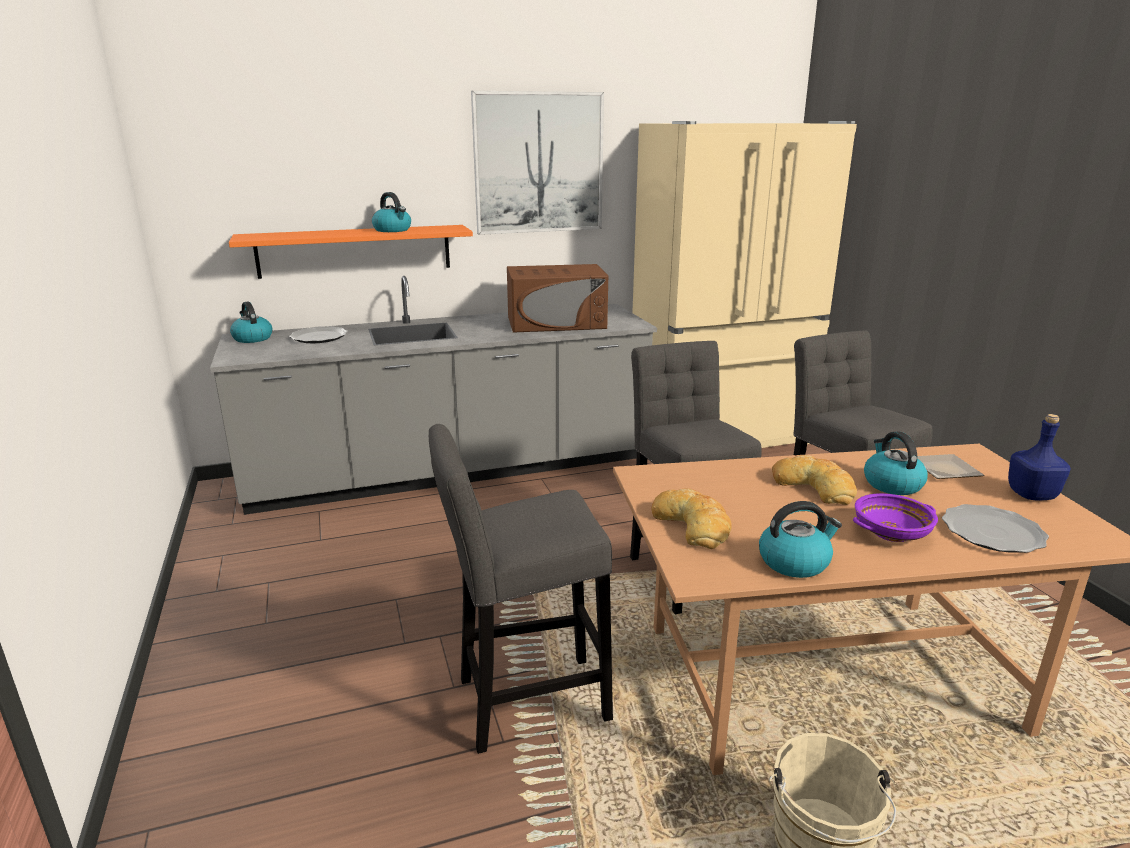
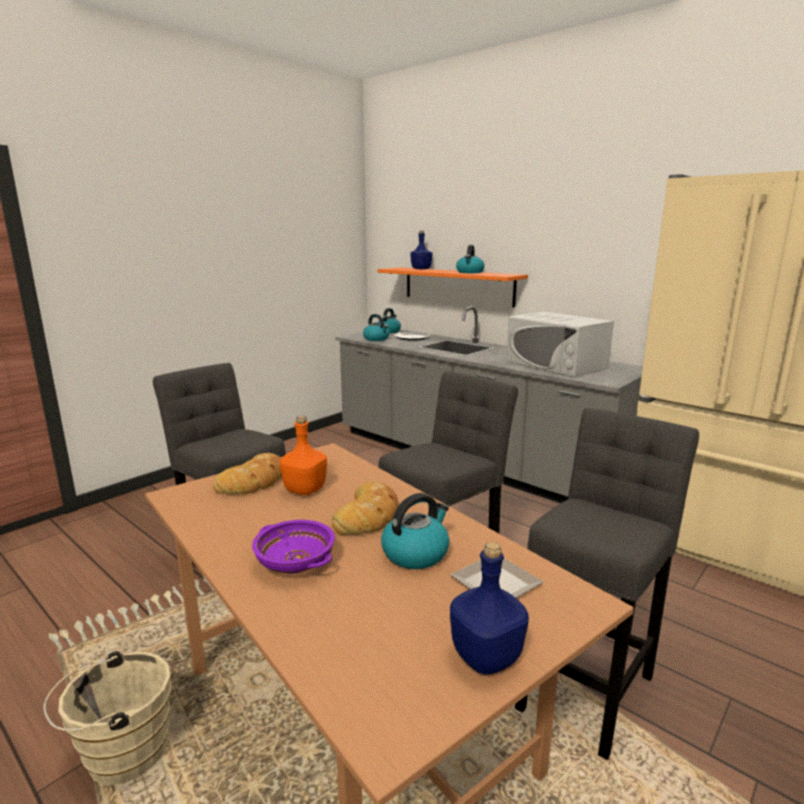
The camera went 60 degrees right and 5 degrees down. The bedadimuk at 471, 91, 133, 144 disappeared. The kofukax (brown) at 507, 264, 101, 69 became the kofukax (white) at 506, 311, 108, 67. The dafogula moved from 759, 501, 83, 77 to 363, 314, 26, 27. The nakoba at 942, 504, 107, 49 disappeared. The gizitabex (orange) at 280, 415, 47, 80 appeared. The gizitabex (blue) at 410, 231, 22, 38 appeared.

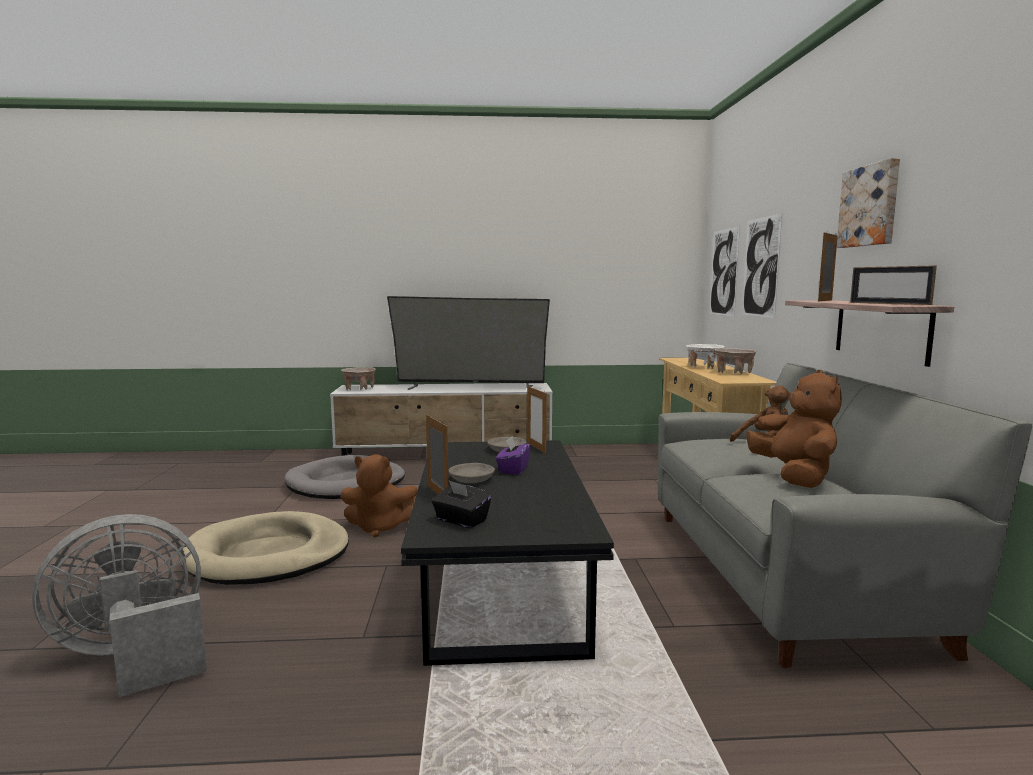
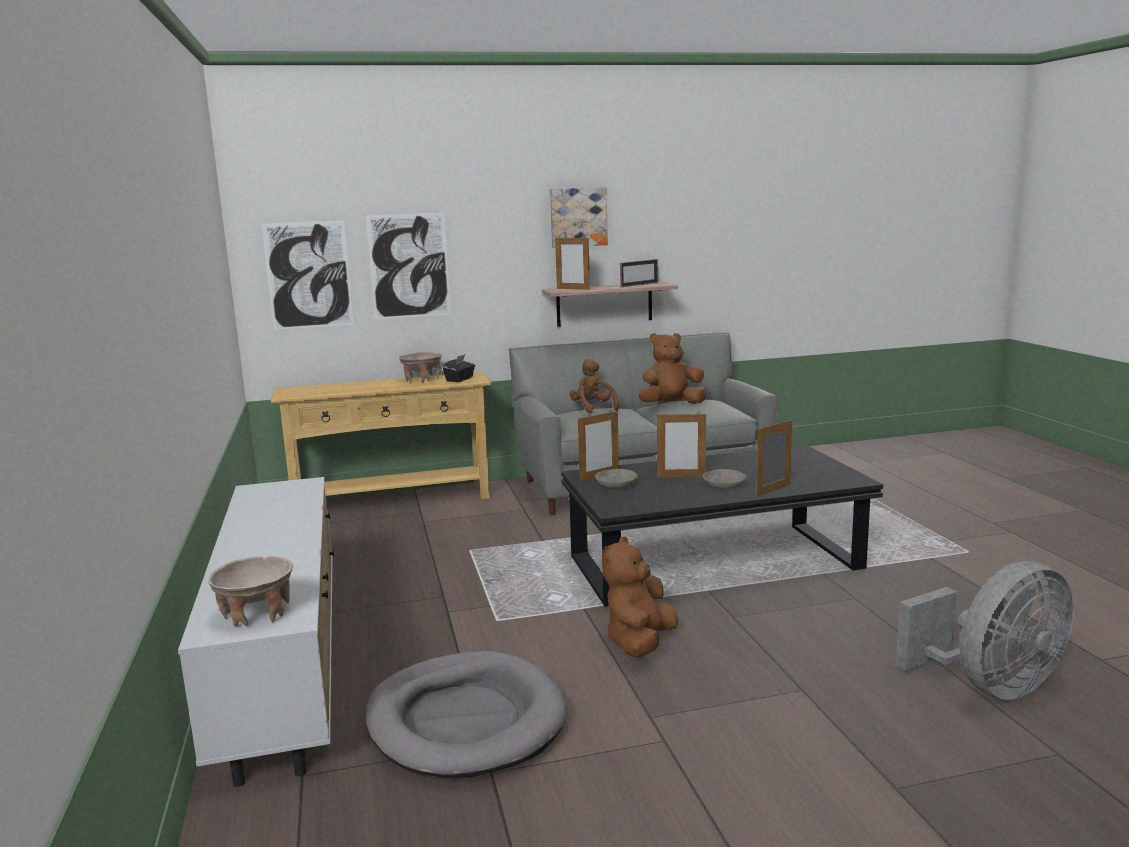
The camera went 100 degrees left and 5 degrees up. The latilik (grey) at 32, 514, 175, 183 turned 75 degrees counterclockwise. The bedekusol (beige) at 179, 511, 170, 74 disappeared. The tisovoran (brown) at 340, 454, 78, 84 turned 150 degrees counterclockwise. The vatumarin at 387, 296, 163, 94 disappeared. The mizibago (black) moved from 432, 480, 59, 48 to 443, 355, 32, 27. The mizibago (purple) at 496, 436, 35, 39 was replaced by the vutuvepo at 657, 412, 49, 65. The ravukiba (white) at 686, 344, 39, 25 disappeared.

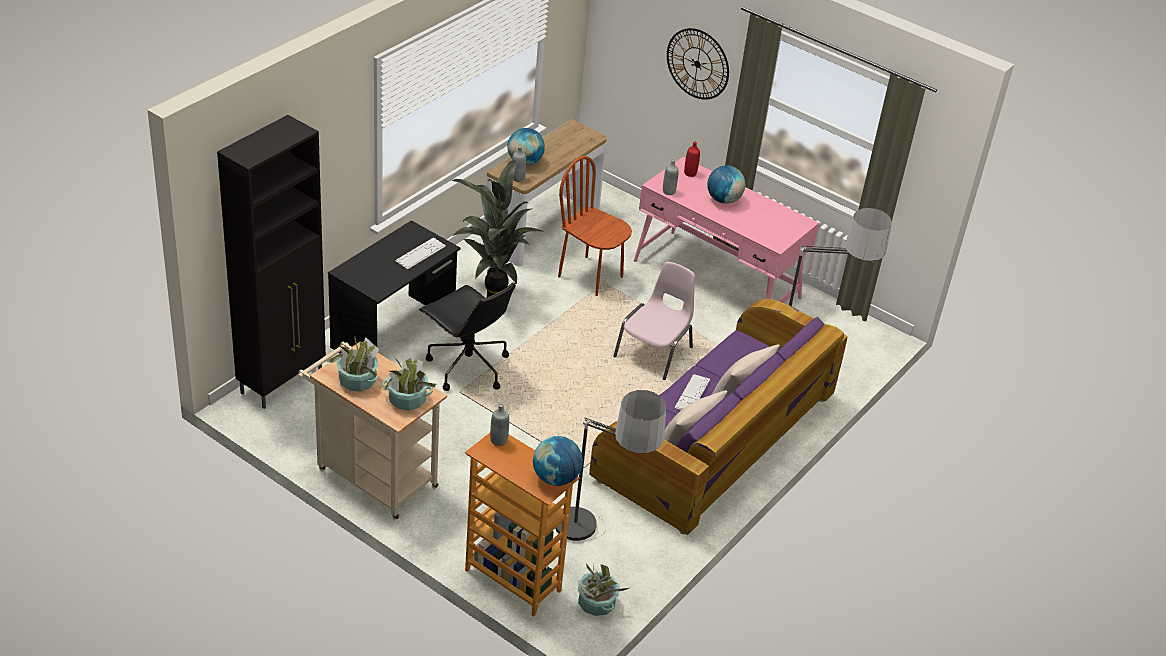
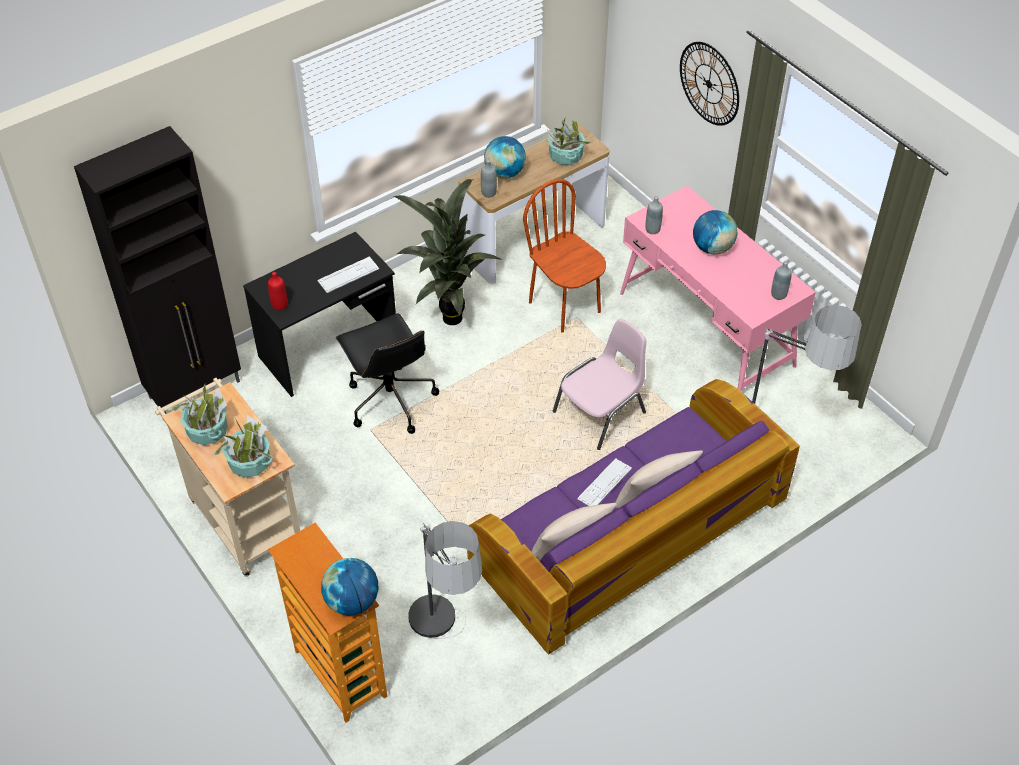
The camera went 20 degrees right and 10 degrees up. The gizitabex (grey) moved from 490, 404, 19, 42 to 771, 261, 21, 39. The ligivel moved from 577, 563, 52, 53 to 547, 119, 45, 46. The gizitabex (red) moved from 684, 141, 16, 36 to 268, 272, 20, 38.

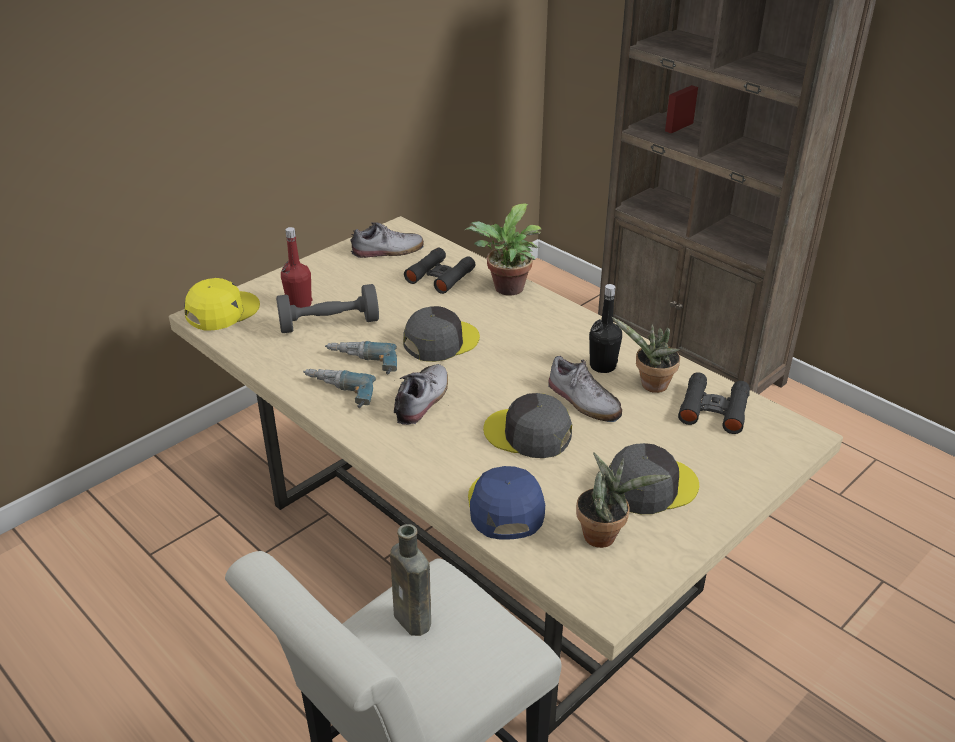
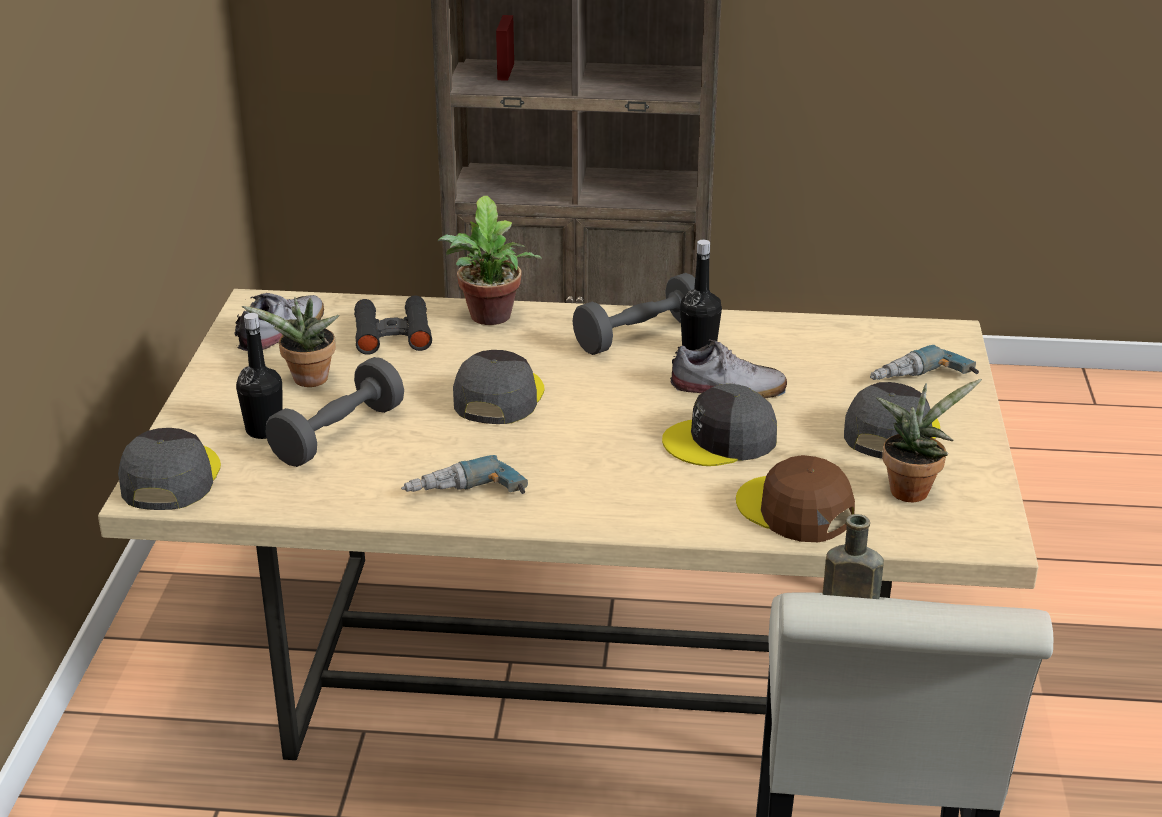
The camera went 40 degrees left and 5 degrees down. The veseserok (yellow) at 184, 278, 76, 53 became the veseserok (grey) at 118, 428, 103, 82. The gizitabex (red) at 281, 227, 31, 81 became the gizitabex (black) at 236, 313, 47, 126. The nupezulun moved from 325, 341, 72, 33 to 870, 345, 109, 35. The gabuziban at 394, 364, 54, 61 disappeared. The veseserok (blue) at 468, 466, 77, 74 became the veseserok (brown) at 736, 455, 119, 87. The ligivel moved from 612, 317, 68, 76 to 242, 297, 97, 90. The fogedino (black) at 678, 372, 72, 62 disappeared. The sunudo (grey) at 573, 273, 122, 82 appeared.

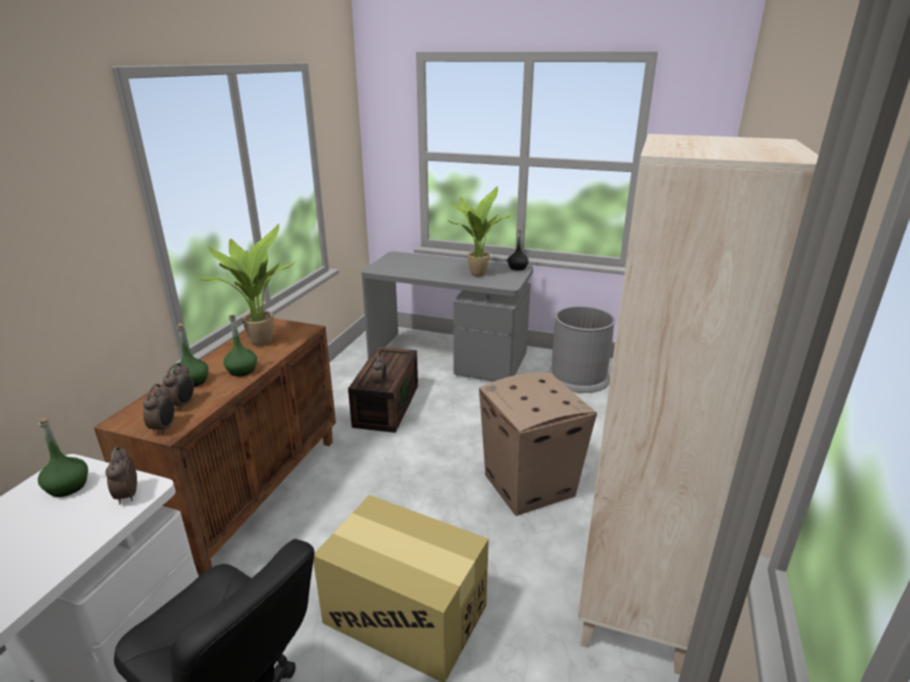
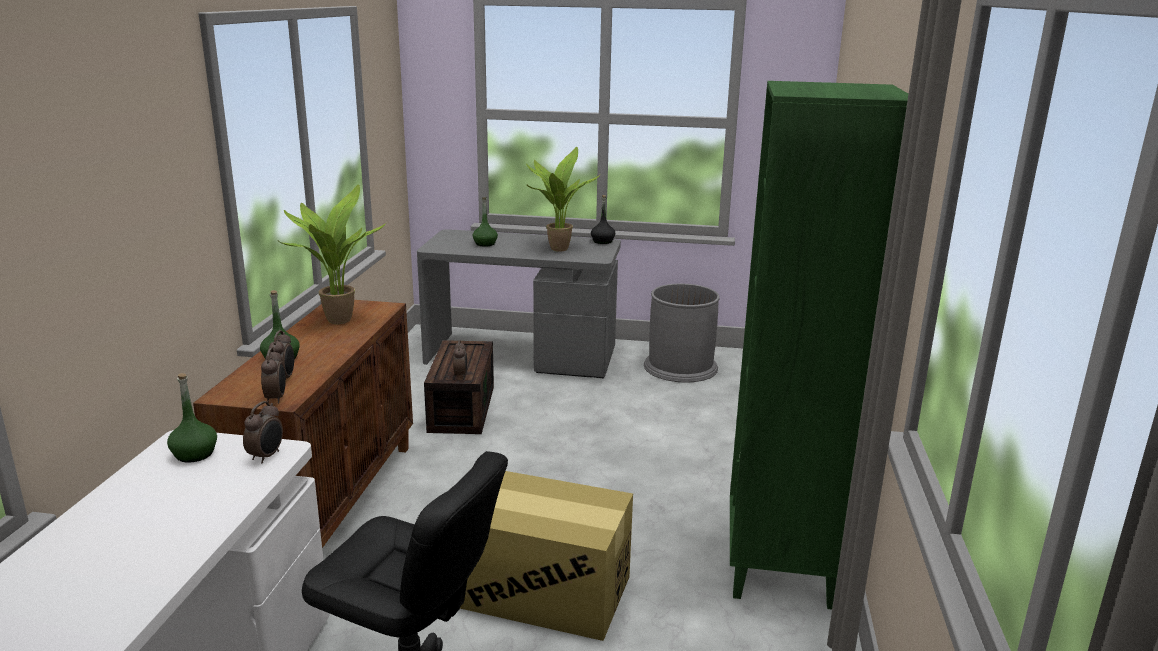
The camera went 10 degrees left and 5 degrees down. The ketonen at 106, 446, 31, 59 turned 135 degrees counterclockwise. The gizitabex (green) moved from 223, 315, 34, 61 to 472, 197, 26, 50. The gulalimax at 479, 372, 118, 144 disappeared. The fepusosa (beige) at 577, 134, 242, 540 became the fepusosa (green) at 730, 81, 178, 529.

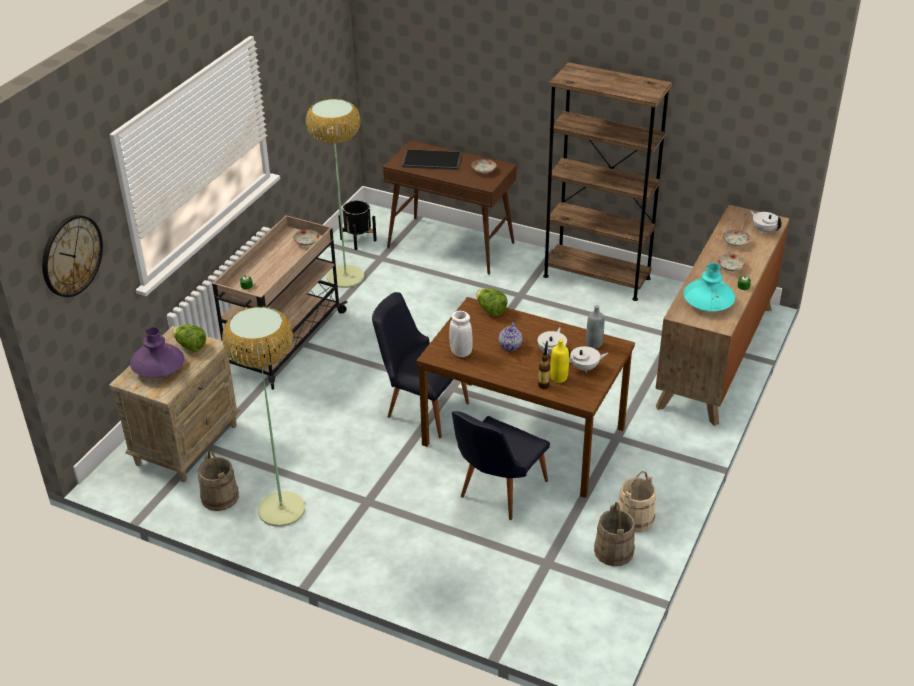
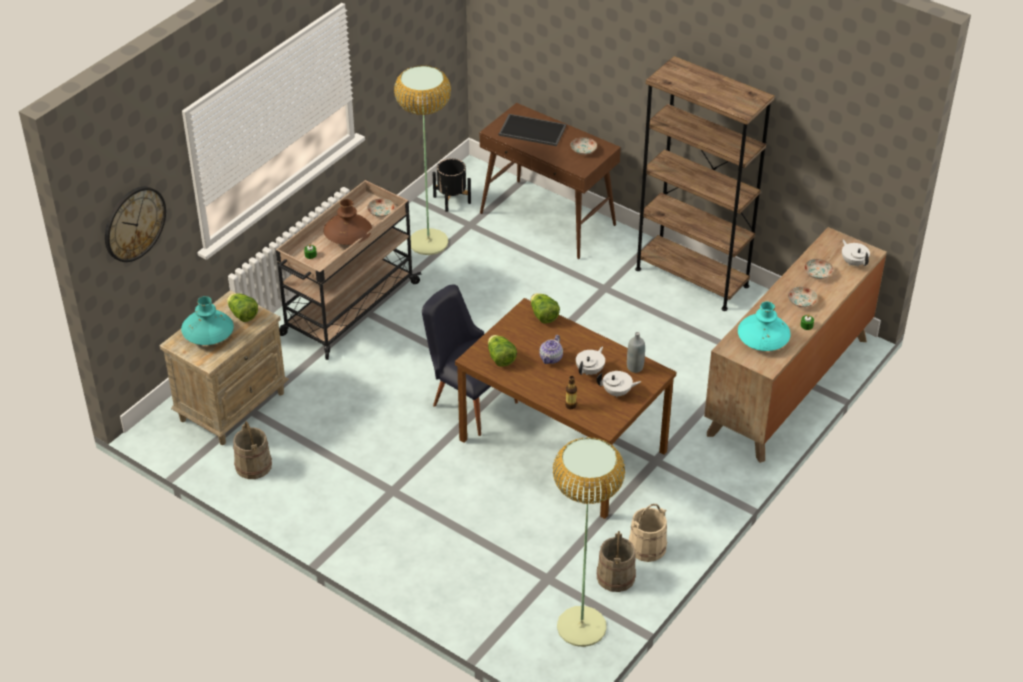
The camera went 10 degrees right and 5 degrees up. The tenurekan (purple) at 130, 327, 54, 51 became the tenurekan (turquoise) at 181, 296, 53, 49. The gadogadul moved from 222, 306, 83, 221 to 553, 437, 72, 210. The tenurekan (white) at 449, 311, 24, 46 was replaced by the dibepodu at 488, 335, 29, 32. The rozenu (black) at 452, 411, 98, 109 disappeared. The gizitabex (yellow) at 550, 339, 19, 44 disappeared. The tenurekan (brown) at 323, 199, 49, 46 appeared.

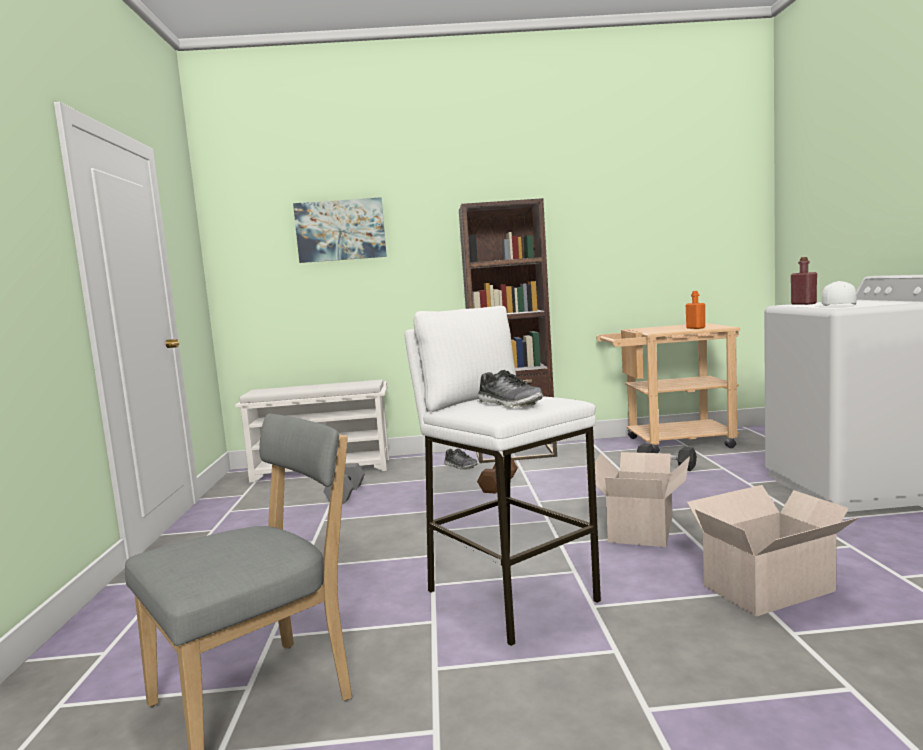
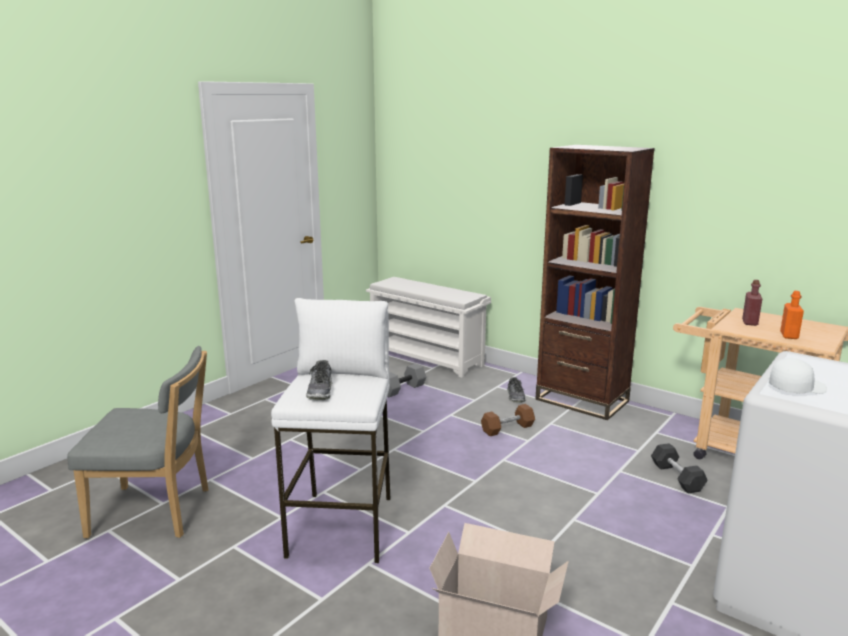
The camera went 40 degrees right and 10 degrees up. The bedadimuk at 293, 197, 94, 66 disappeared. The gulalimax at 586, 452, 104, 95 disappeared. The gizitabex (red) moved from 791, 257, 26, 48 to 742, 280, 20, 46.

